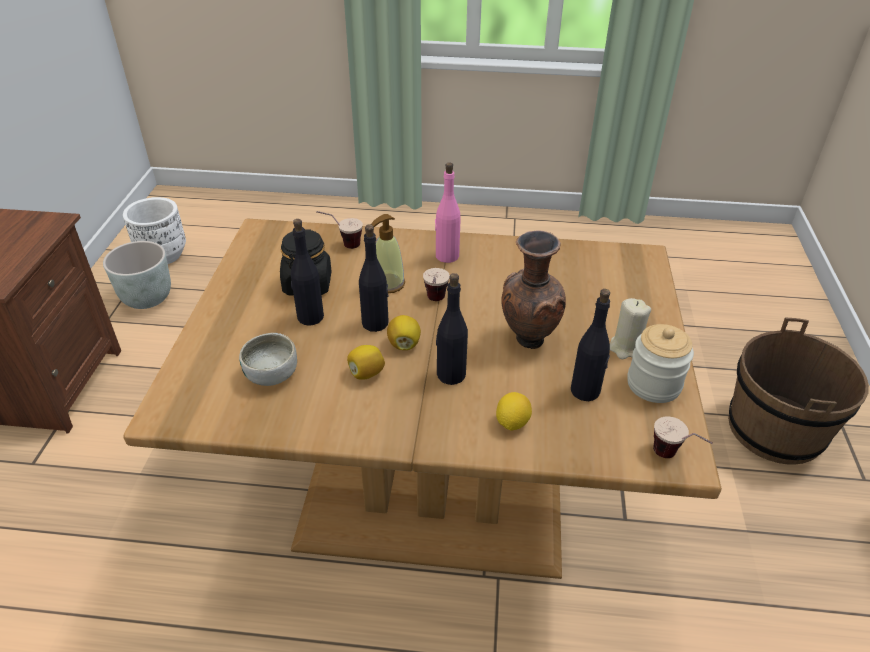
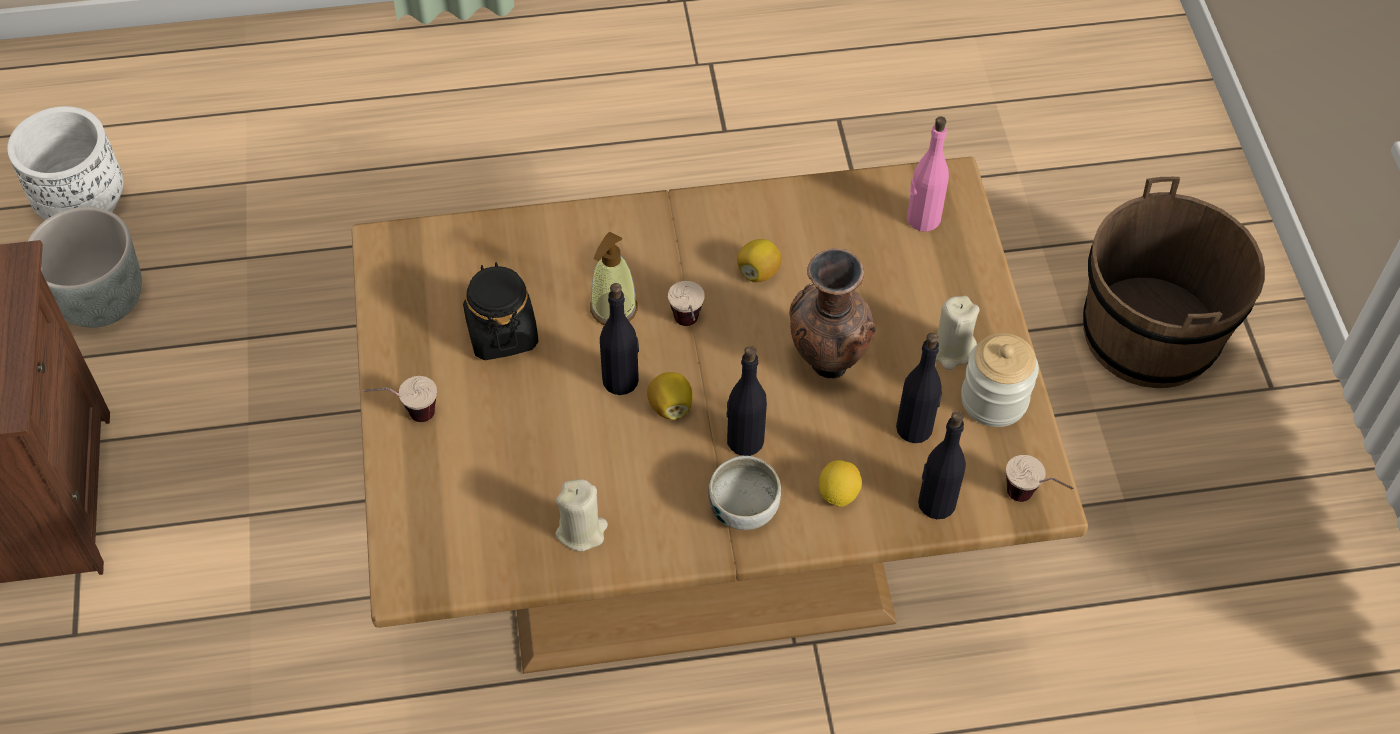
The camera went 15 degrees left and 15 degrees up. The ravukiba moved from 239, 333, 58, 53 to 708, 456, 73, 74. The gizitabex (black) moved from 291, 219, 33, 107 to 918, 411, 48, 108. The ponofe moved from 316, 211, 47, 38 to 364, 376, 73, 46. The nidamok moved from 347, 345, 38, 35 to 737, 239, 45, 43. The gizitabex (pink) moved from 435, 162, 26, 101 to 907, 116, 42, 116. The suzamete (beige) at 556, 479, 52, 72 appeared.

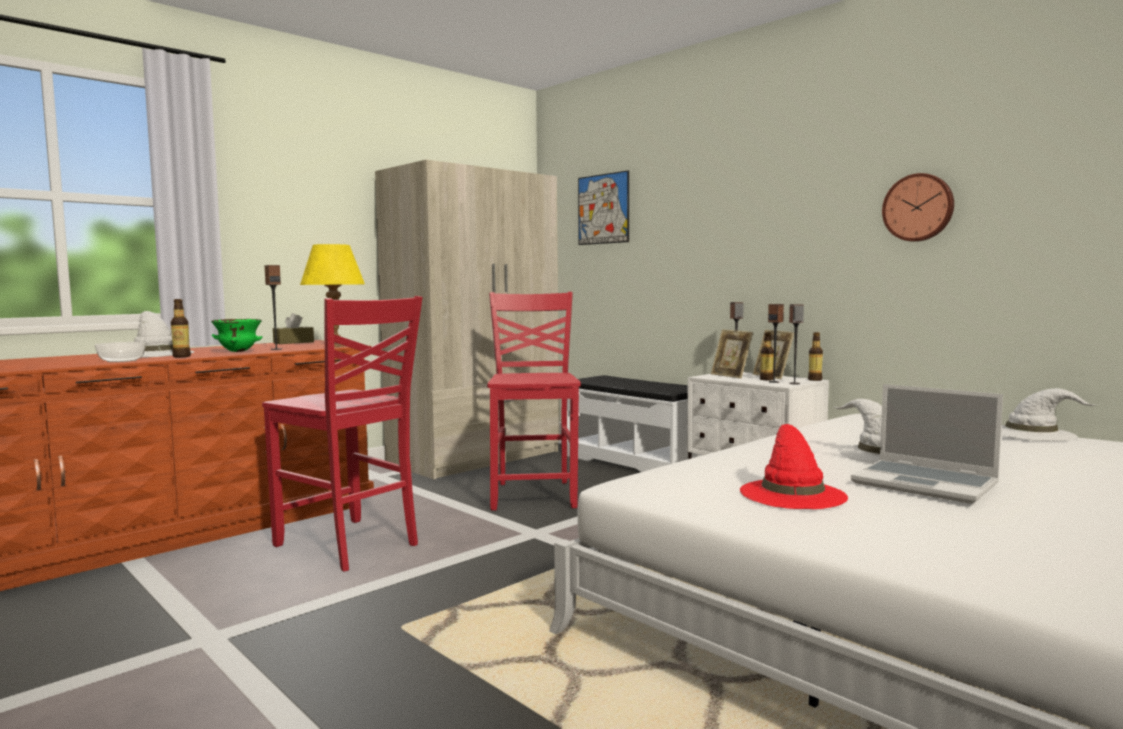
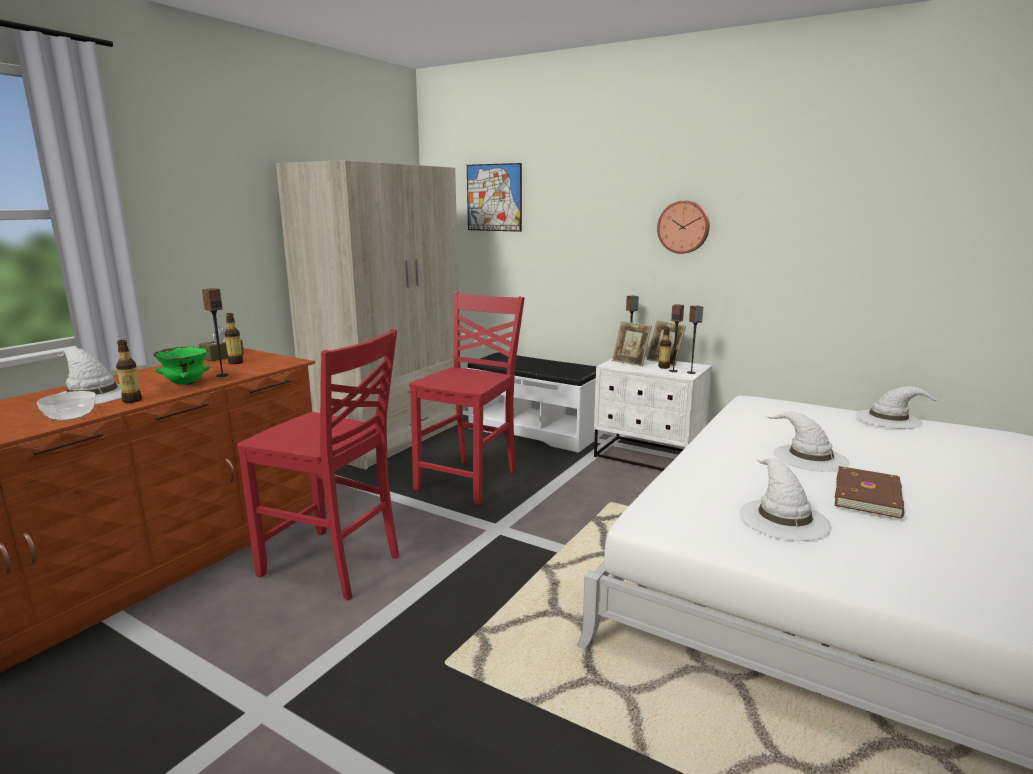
The camera went 15 degrees left and 10 degrees up. The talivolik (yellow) at 300, 244, 65, 103 disappeared. The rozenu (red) at 487, 292, 94, 219 turned 45 degrees clockwise. The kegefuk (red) at 740, 424, 108, 85 became the kegefuk (white) at 739, 458, 93, 83. The gizitabex moved from 808, 332, 15, 49 to 225, 313, 18, 51. The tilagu at 851, 384, 152, 120 was replaced by the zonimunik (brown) at 835, 466, 69, 52. The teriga moved from 882, 173, 72, 69 to 657, 201, 53, 53.

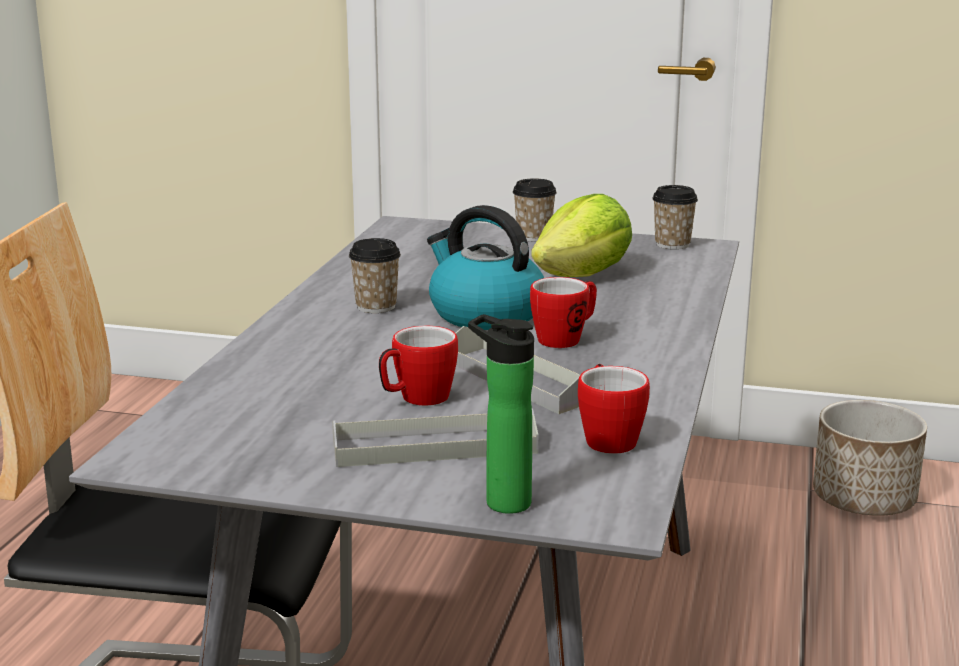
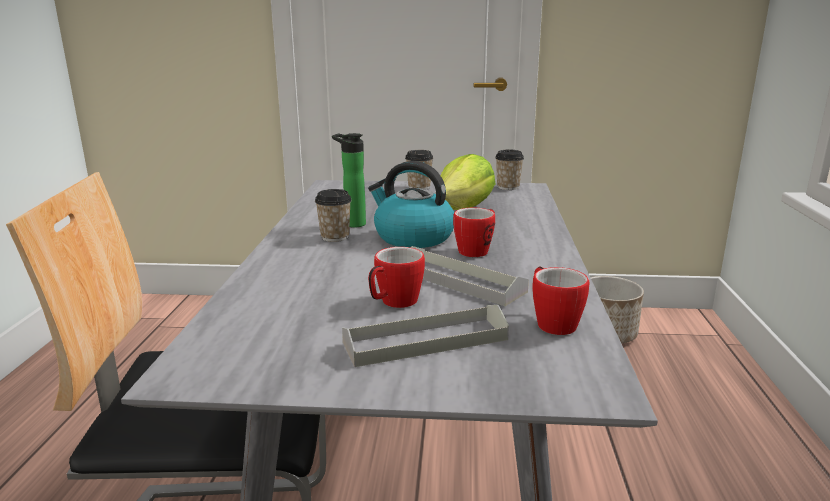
The camera went 10 degrees left and 0 degrees up. The gizitabex moved from 468, 314, 66, 200 to 332, 133, 34, 95.

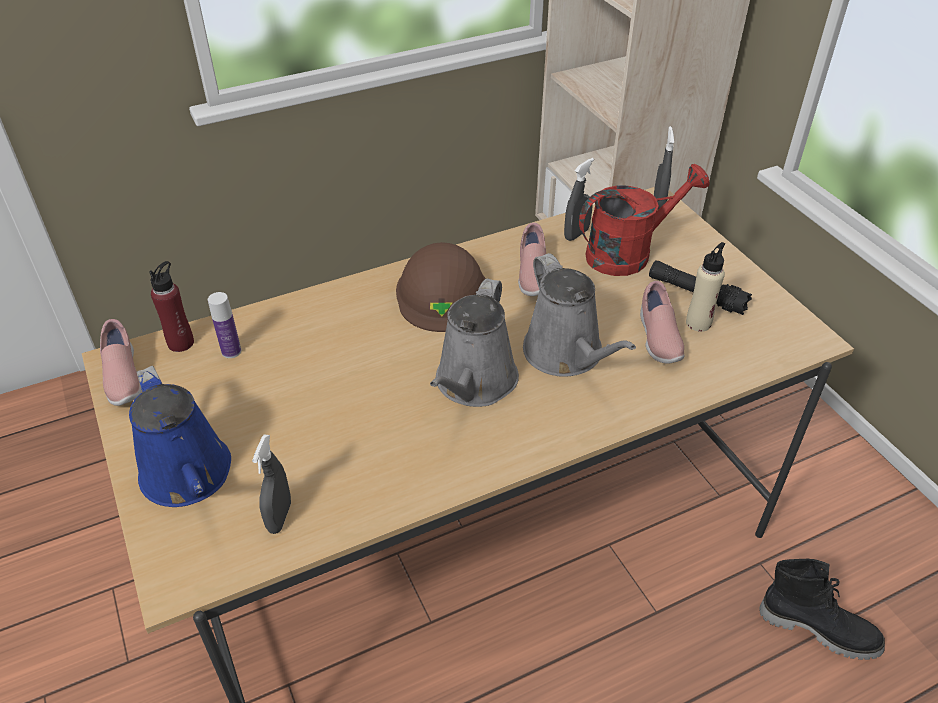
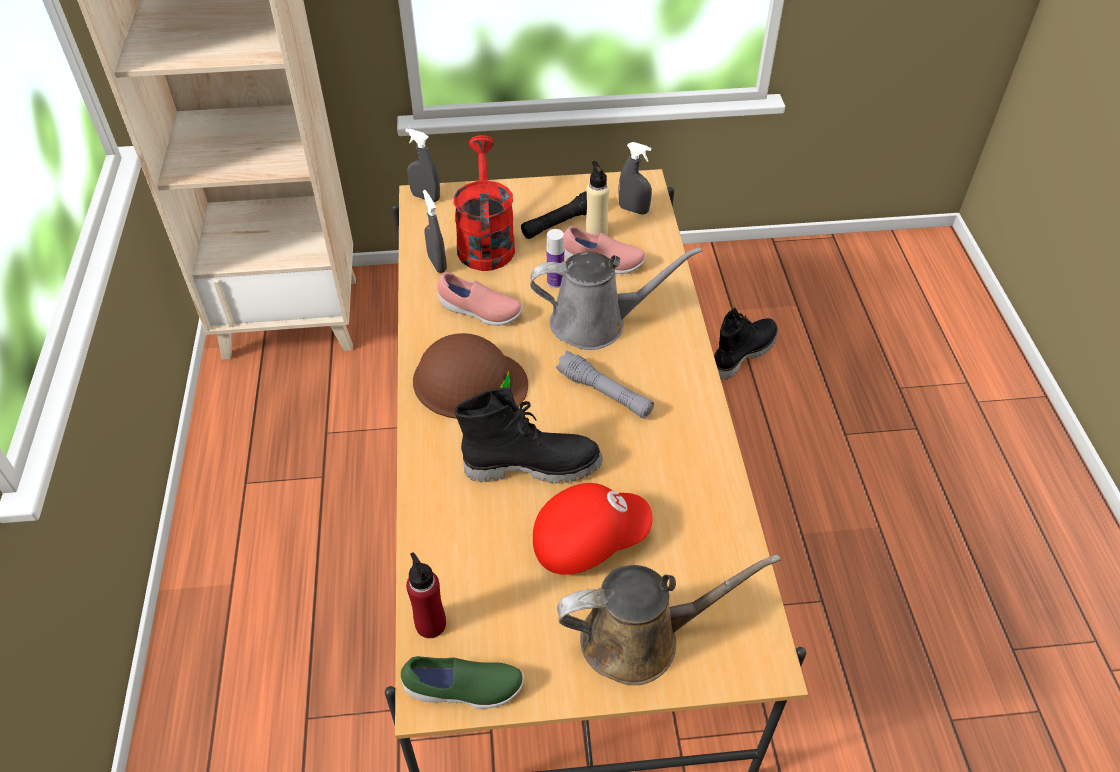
The camera went 70 degrees left and 5 degrees up. The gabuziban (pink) at 100, 319, 42, 87 became the gabuziban (green) at 401, 656, 123, 53. The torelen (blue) at 129, 366, 102, 141 became the torelen (brown) at 557, 554, 224, 131. The gizitabex moved from 208, 292, 33, 66 to 547, 229, 17, 59. The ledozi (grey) moved from 252, 434, 39, 100 to 618, 142, 34, 73. The torelen (grey) at 430, 279, 89, 128 was replaced by the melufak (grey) at 556, 351, 98, 68. The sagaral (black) at 455, 387, 148, 96 appeared. The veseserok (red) at 533, 483, 120, 92 appeared.

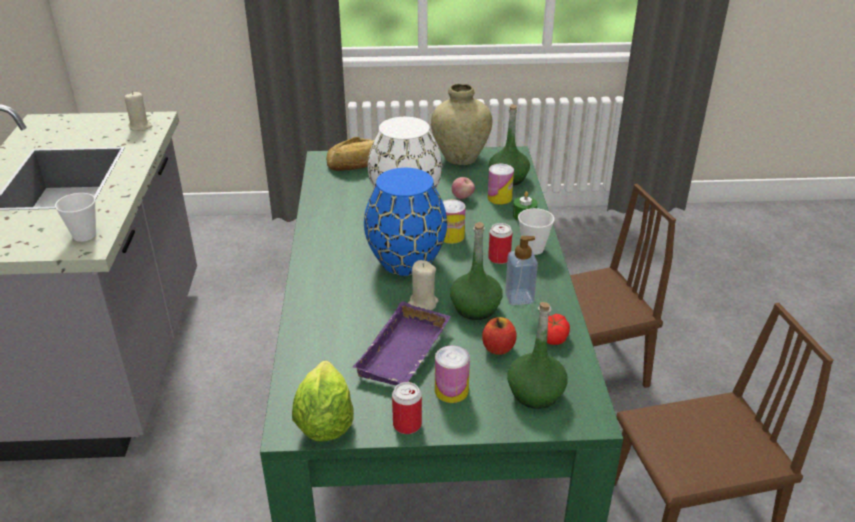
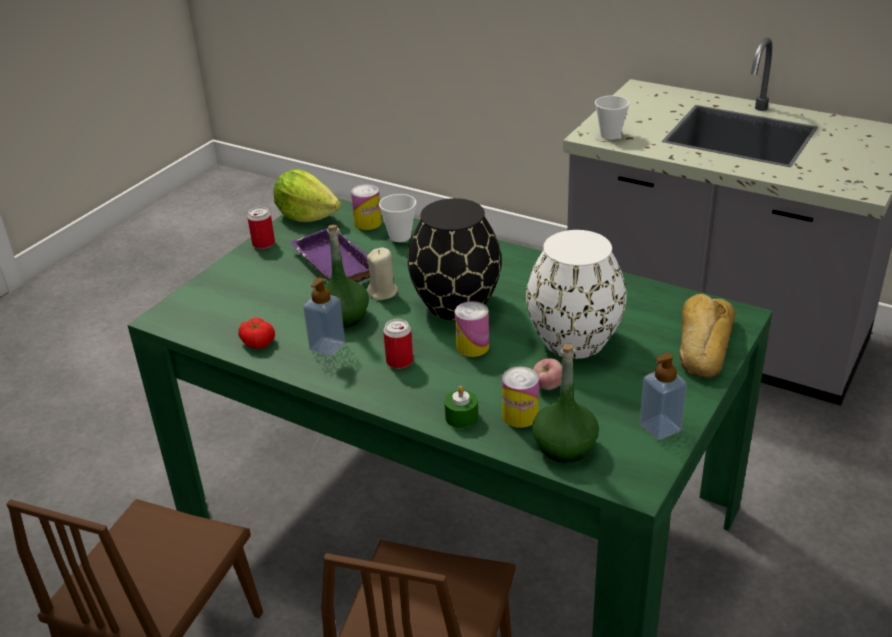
The camera went 125 degrees right and 0 degrees up. The suzamete (beige) at 124, 91, 28, 40 disappeared. The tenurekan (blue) at 364, 168, 83, 108 became the tenurekan (black) at 408, 198, 94, 122. The tenurekan (beige) at 431, 84, 61, 81 was replaced by the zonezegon at 640, 353, 47, 87. The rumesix moved from 435, 345, 35, 58 to 351, 184, 31, 46. The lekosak at 482, 317, 35, 38 disappeared. The gizitabex (green) at 507, 302, 61, 107 disappeared. The ponofe moved from 518, 208, 37, 47 to 379, 194, 37, 48.

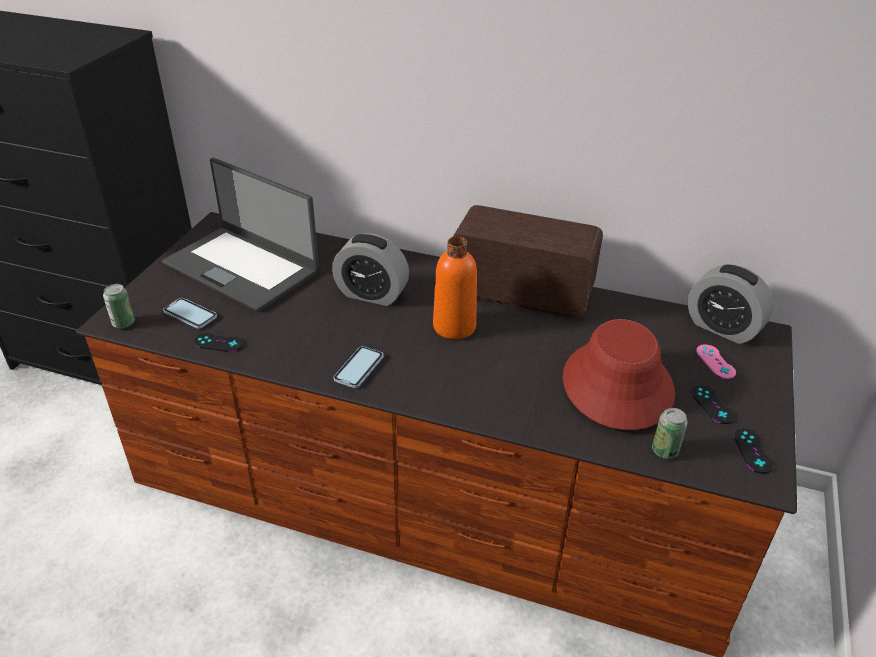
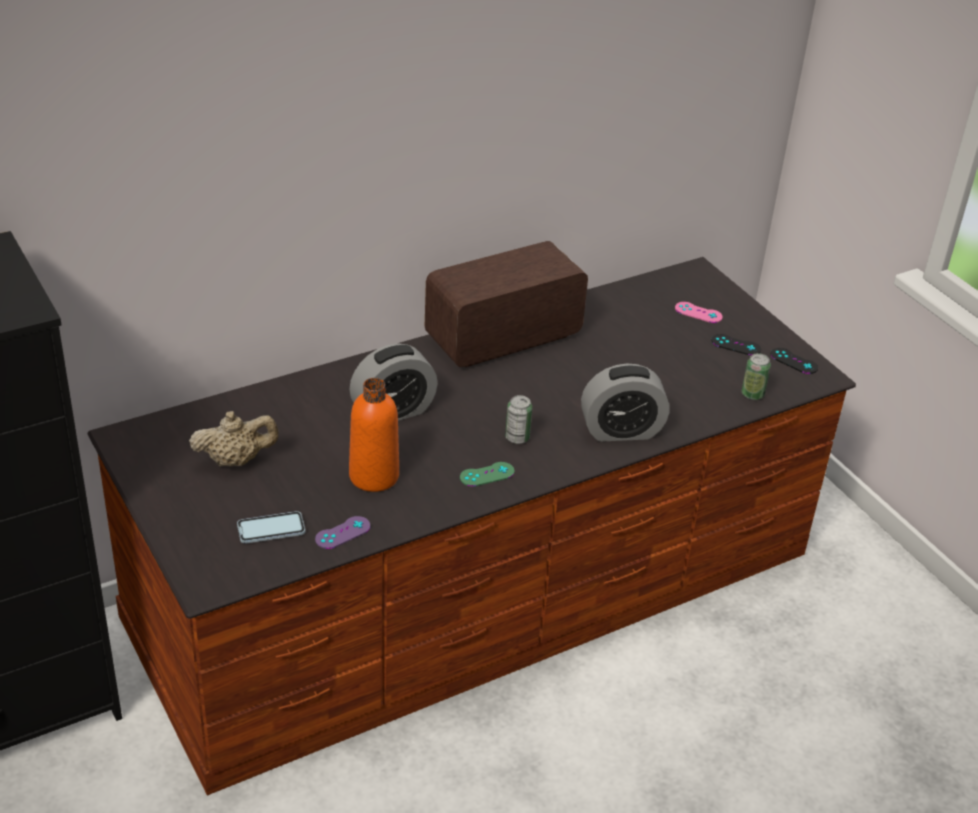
The camera went 50 degrees left and 0 degrees up. The rumesix moved from 103, 284, 32, 44 to 505, 395, 27, 49. The tilagu at 162, 158, 157, 154 was replaced by the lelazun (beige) at 189, 411, 90, 56. The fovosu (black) at 194, 333, 50, 19 became the fovosu (purple) at 315, 516, 55, 33. The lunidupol at 333, 346, 51, 42 was replaced by the fovosu (green) at 460, 462, 55, 25. The gizitabex (orange) moved from 433, 236, 44, 103 to 349, 378, 50, 114. The kegefuk (red) at 563, 319, 112, 111 disappeared. The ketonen moved from 688, 264, 86, 80 to 581, 364, 88, 78.

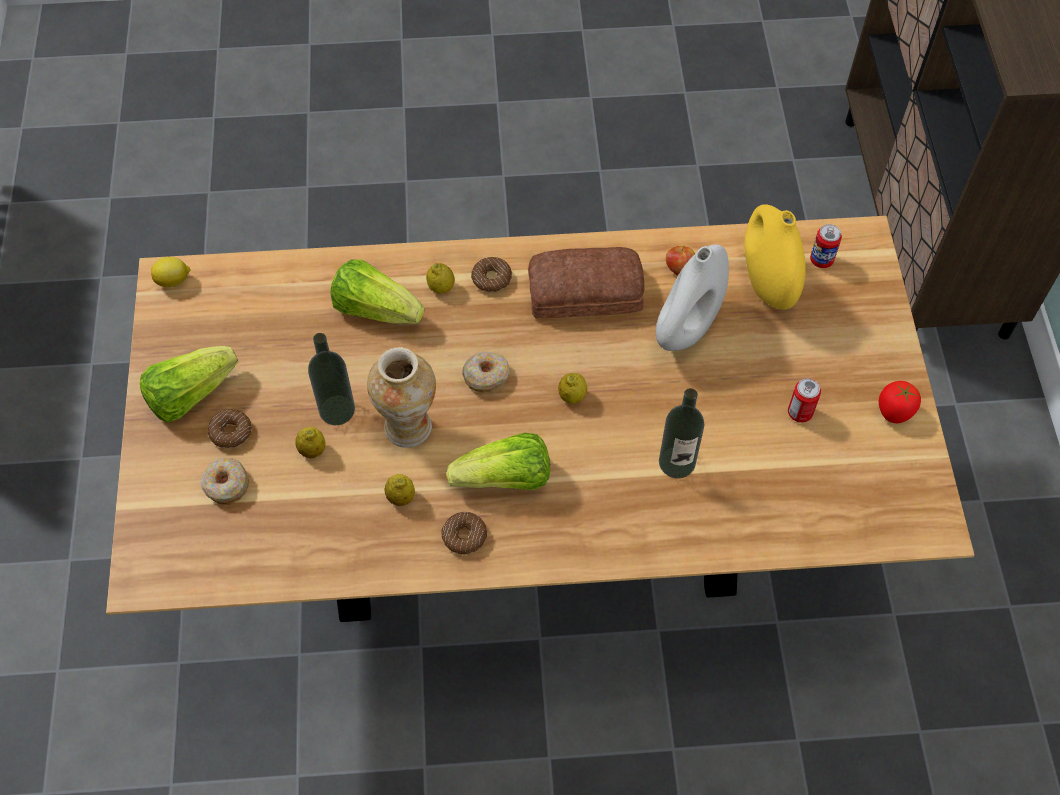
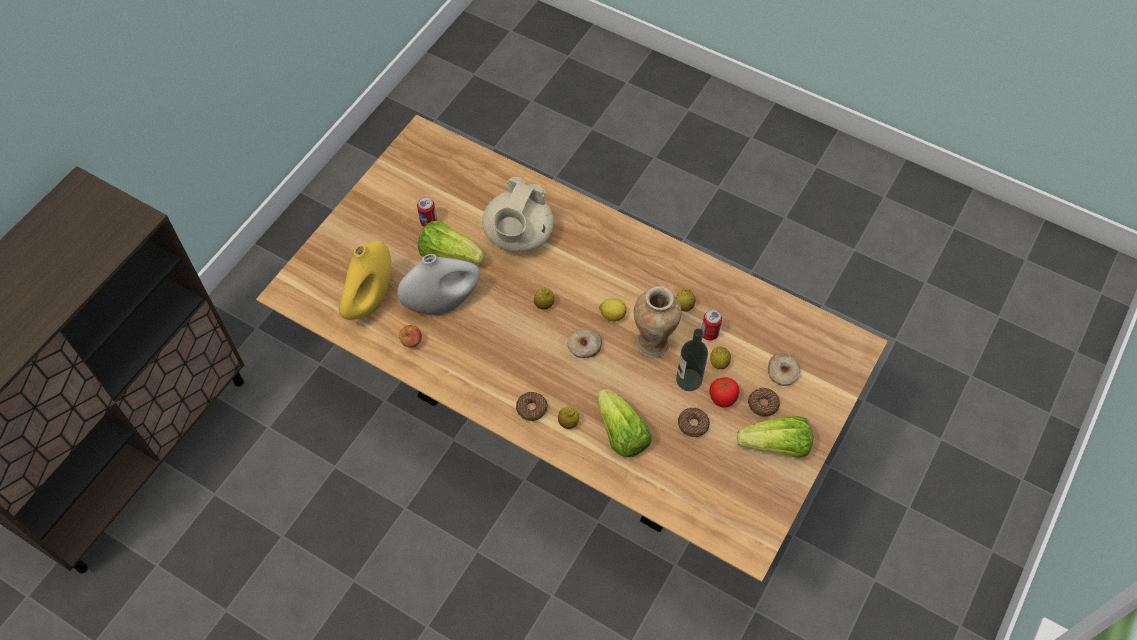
The camera went 145 degrees left and 0 degrees up. The nidamok moved from 151, 257, 39, 30 to 599, 298, 28, 24. The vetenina moved from 442, 512, 45, 43 to 678, 408, 32, 29. The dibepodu moved from 447, 433, 103, 57 to 418, 221, 67, 44. The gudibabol at 528, 247, 117, 72 disappeared. The gizitabex at 659, 388, 45, 91 was replaced by the lelazun (beige) at 482, 177, 72, 75. The rumesix moved from 810, 224, 32, 44 to 701, 310, 21, 31. The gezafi moved from 879, 381, 42, 42 to 709, 377, 30, 31.

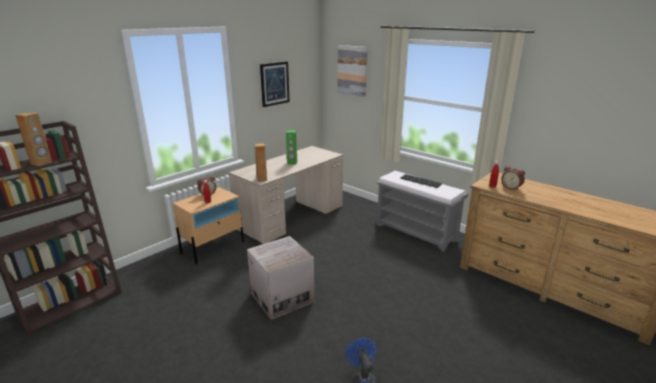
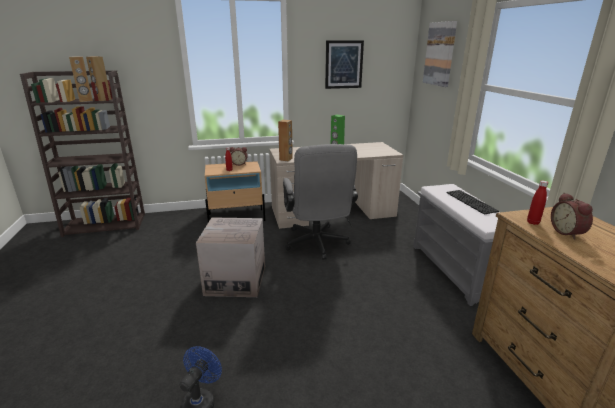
The camera went 35 degrees right and 0 degrees up. The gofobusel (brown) at 86, 56, 25, 45 appeared. The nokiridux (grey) at 283, 144, 75, 116 appeared.

